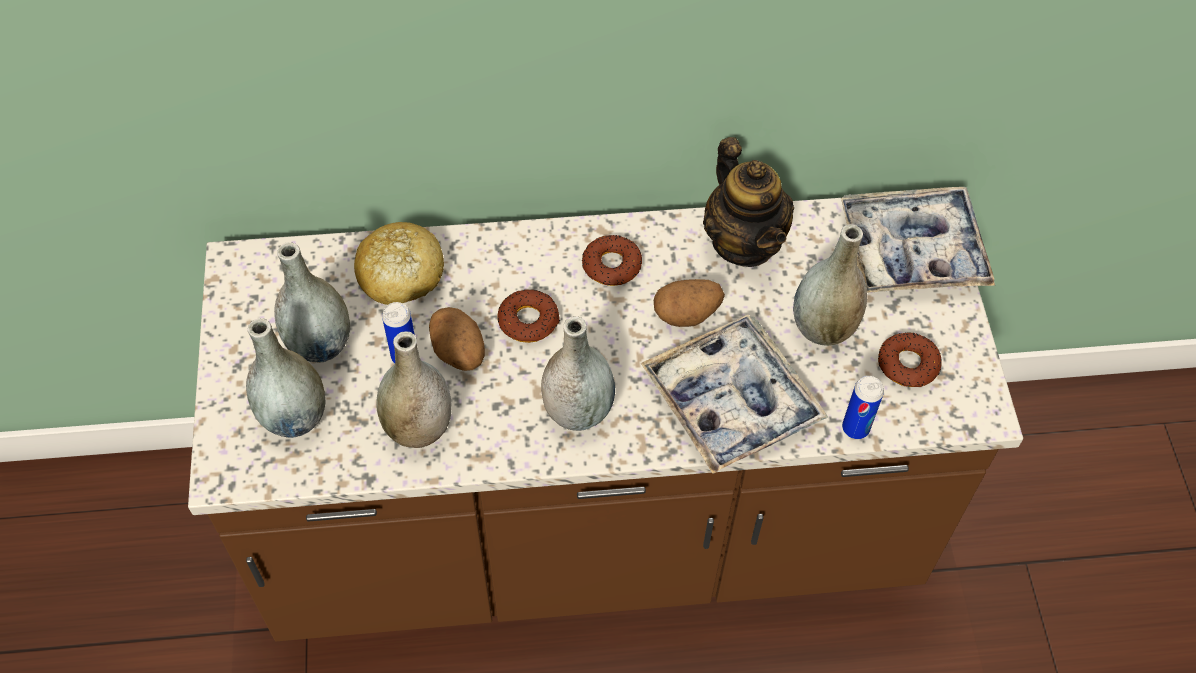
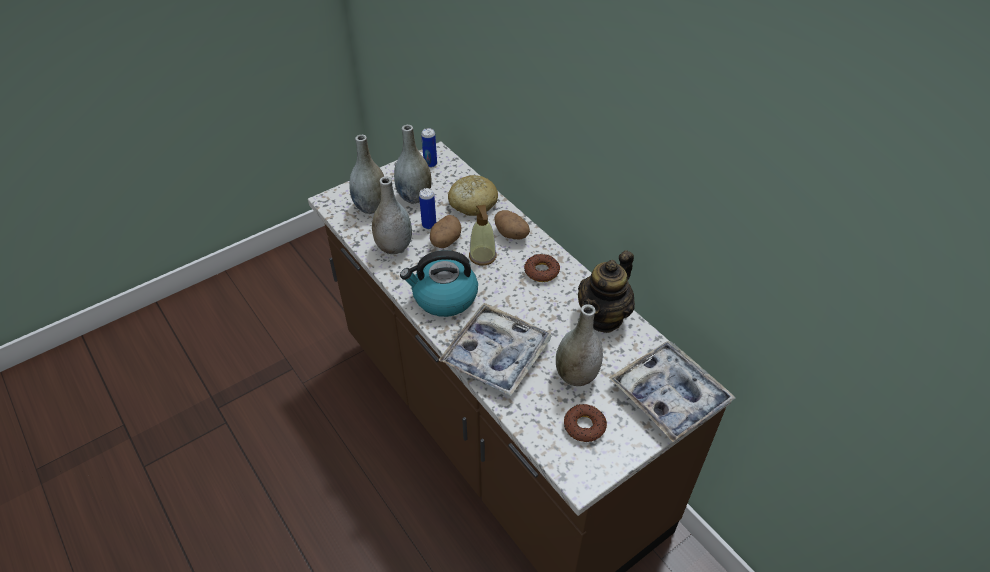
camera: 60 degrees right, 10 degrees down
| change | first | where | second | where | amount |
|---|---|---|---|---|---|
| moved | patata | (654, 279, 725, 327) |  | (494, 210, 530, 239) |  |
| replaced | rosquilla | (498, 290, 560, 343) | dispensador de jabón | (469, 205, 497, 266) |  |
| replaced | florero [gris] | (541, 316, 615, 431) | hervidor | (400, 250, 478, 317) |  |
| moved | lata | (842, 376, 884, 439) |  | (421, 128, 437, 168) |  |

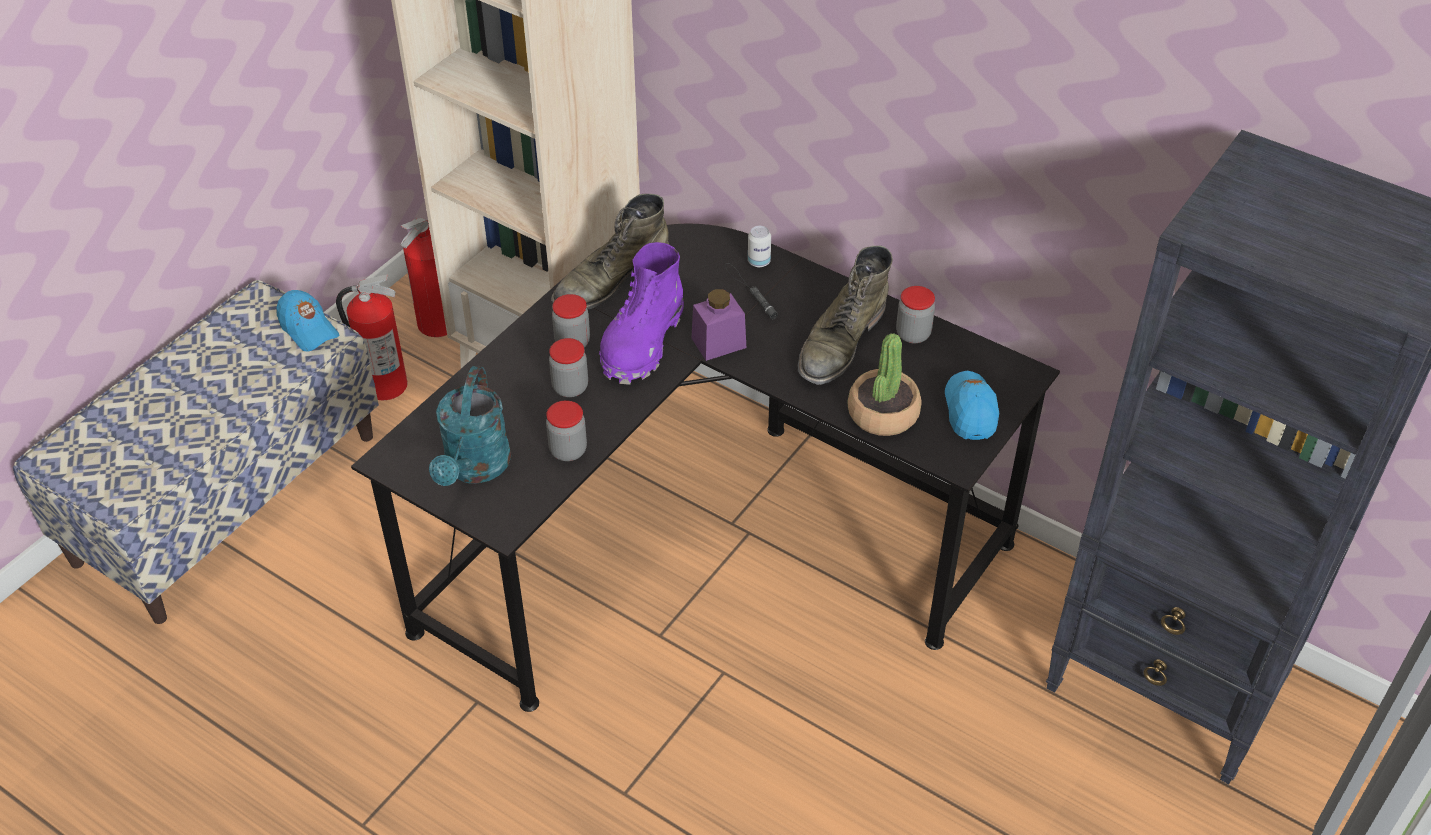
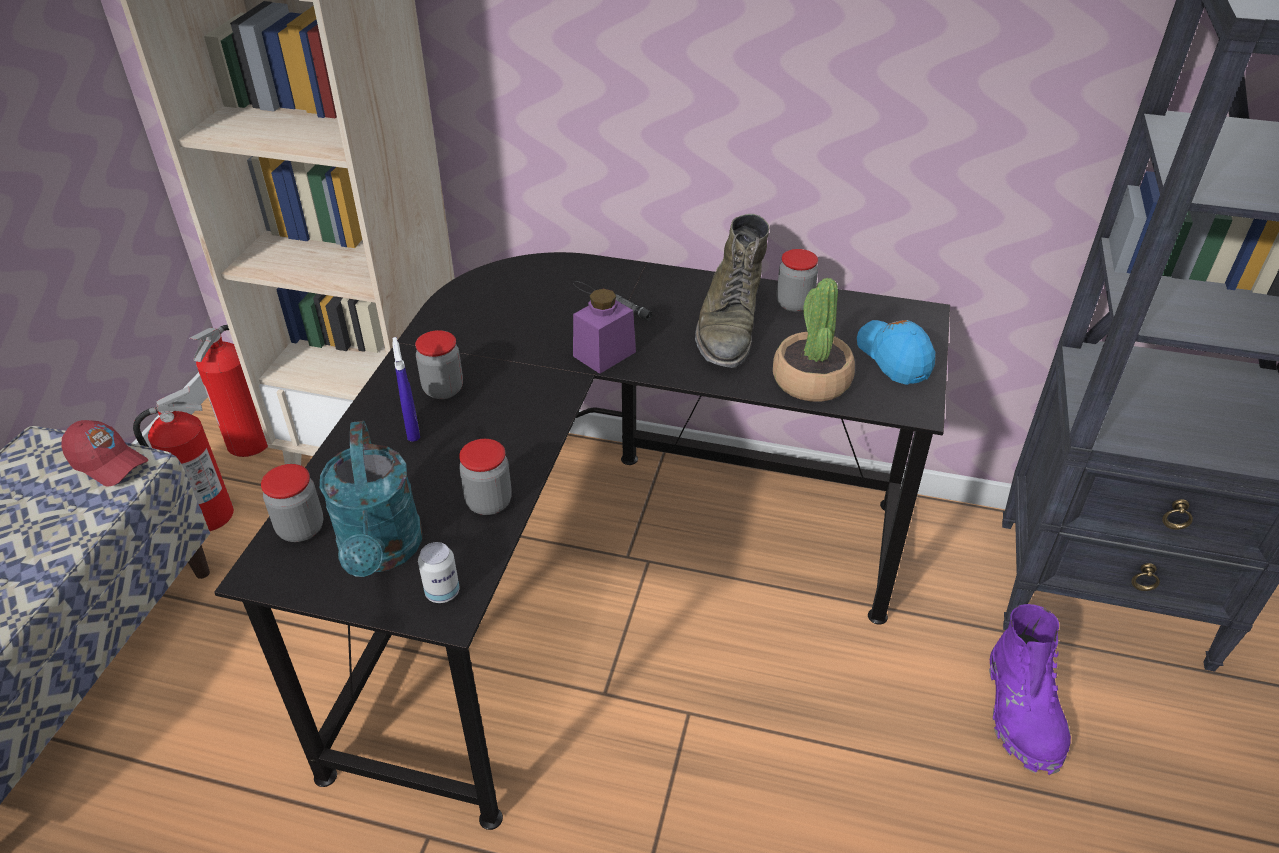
camera: 20 degrees left, 5 degrees down
| change | first | where | second | where | amount |
|---|---|---|---|---|---|
| removed | bota [verde] | (551, 194, 669, 309) |  |  |  |
| moved | lata | (748, 226, 771, 267) |  | (418, 542, 460, 603) |  |
| moved | bota [morado] | (599, 242, 684, 384) |  | (989, 604, 1071, 775) |  |
| recoloured | gorra [azul] | (276, 290, 340, 351) | gorra [rojo] | (61, 420, 148, 487) |  |
| moved | tarro | (549, 338, 588, 397) |  | (261, 464, 323, 542) |  |
| added |  |  | pulverizador [azul] | (392, 337, 420, 442) |  |

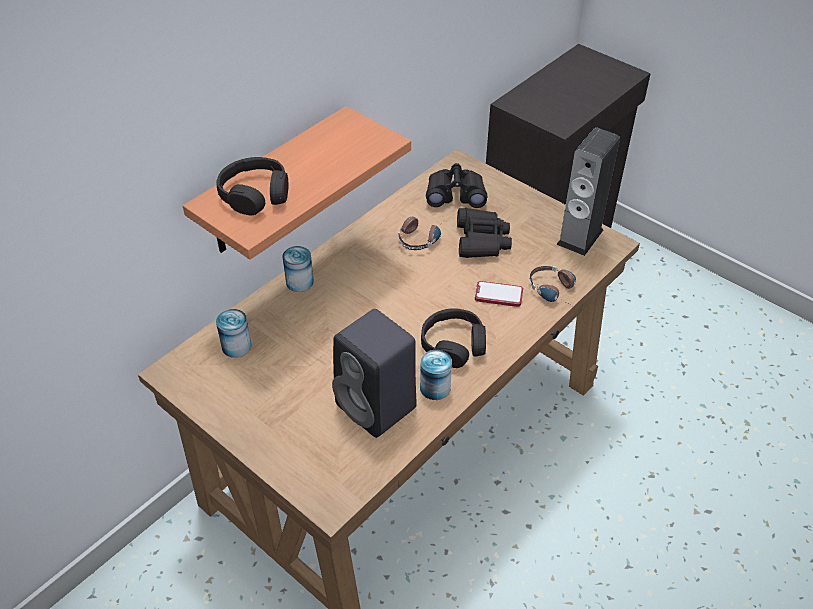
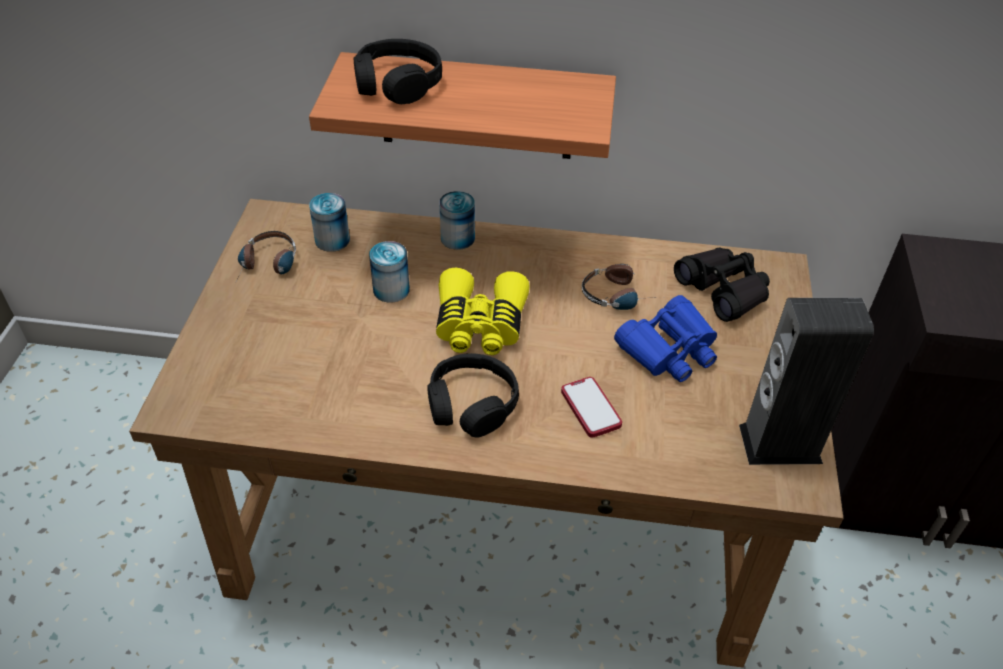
camera: 55 degrees right, 0 degrees up
| change | first | where | second | where | amount |
|---|---|---|---|---|---|
| recoloured | prismáticos [negro] | (457, 208, 512, 258) | prismáticos [azul] | (614, 295, 717, 382) |  |
| moved | auriculares | (529, 266, 576, 306) |  | (238, 231, 296, 275) |  |
| removed | altavoz [negro] | (332, 309, 417, 438) |  |  |  |
| moved | lata | (420, 350, 452, 400) |  | (369, 241, 410, 303) |  |
| added |  |  | prismáticos [amarillo] | (436, 267, 530, 355) |  |

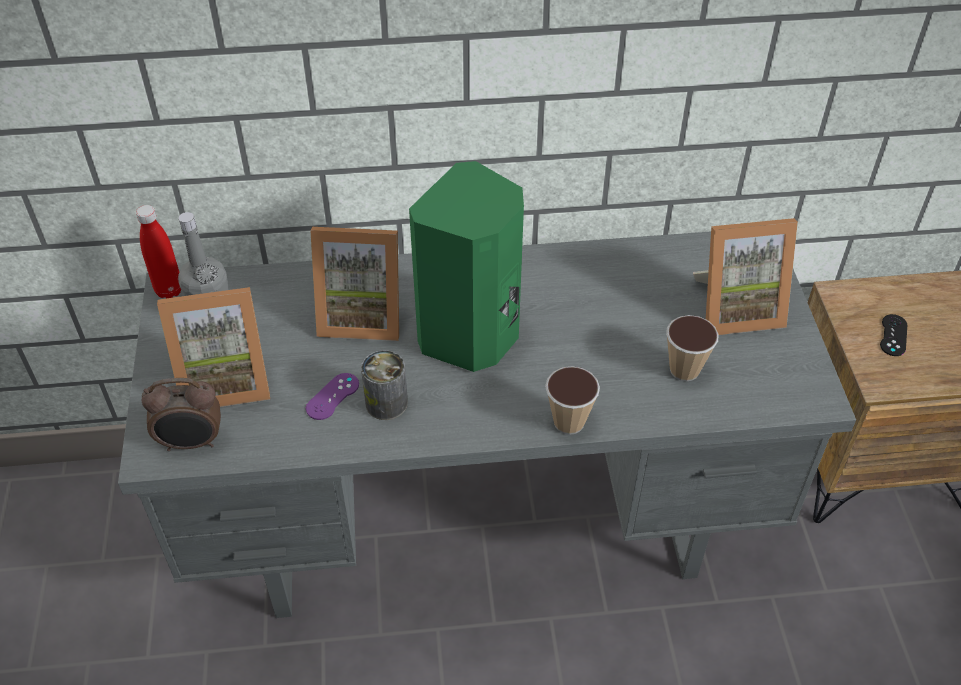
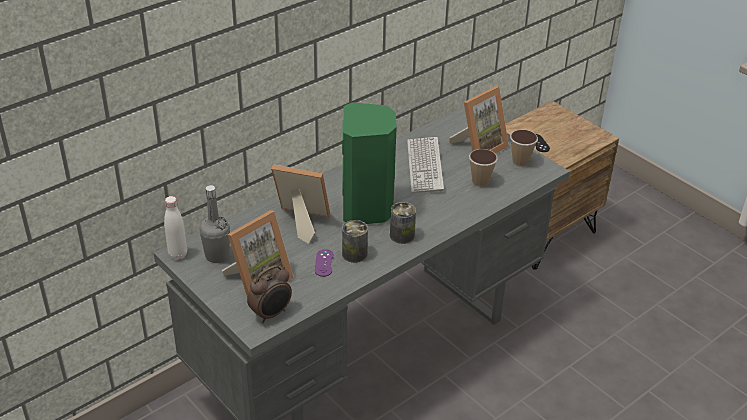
camera: 35 degrees left, 10 degrees down
| change | first | where | second | where | amount |
|---|---|---|---|---|---|
| recoloured | botella [rojo] | (136, 205, 181, 298) | botella [blanco] | (164, 196, 187, 260) |  |
| turned | portarretratos | (310, 227, 399, 341) |  | (271, 164, 330, 244) | 135 degrees counterclockwise |
| moved | taza | (545, 366, 600, 435) |  | (510, 130, 538, 166) |  |
| added |  |  | teclado | (407, 137, 444, 193) |  |
| added |  |  | lata | (390, 202, 416, 244) |  |

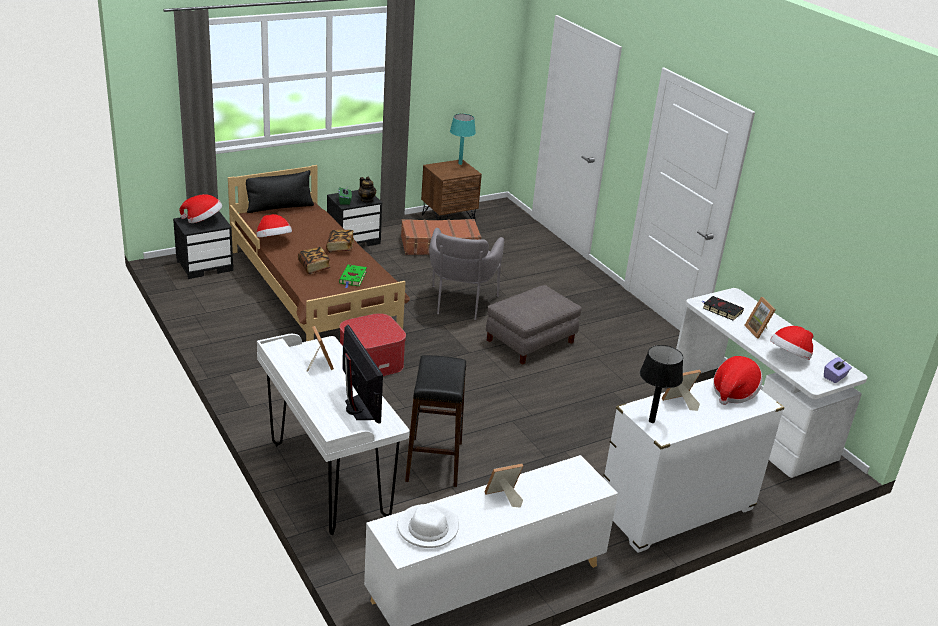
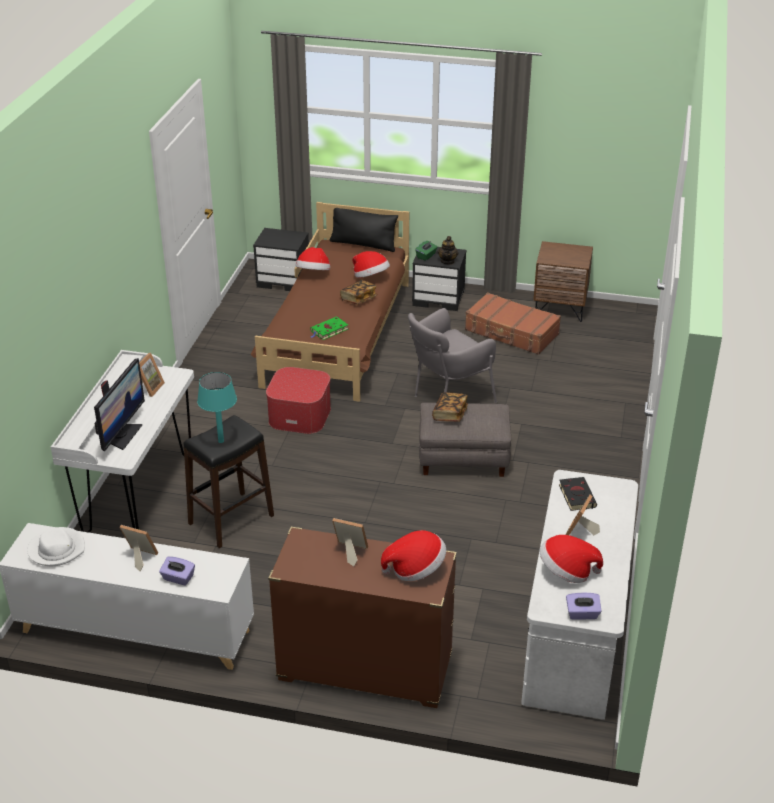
camera: 45 degrees right, 5 degrees up
| change | first | where | second | where | amount |
|---|---|---|---|---|---|
| moved | lámpara de mesa [turquesa] | (450, 114, 476, 165) |  | (197, 372, 237, 443) |  |
| moved | sombrero | (179, 194, 222, 223) |  | (352, 251, 390, 278) |  |
| moved | libro | (298, 247, 331, 274) |  | (432, 392, 468, 422) |  |
| removed | lámpara de mesa [negro] | (640, 345, 683, 423) |  |  |  |
| recoloured | cómoda [blanco] | (603, 378, 785, 553) | cómoda [marrón] | (268, 527, 457, 708) |  |
| added |  |  | caja de pañuelos [morado] | (159, 557, 195, 586) |  |

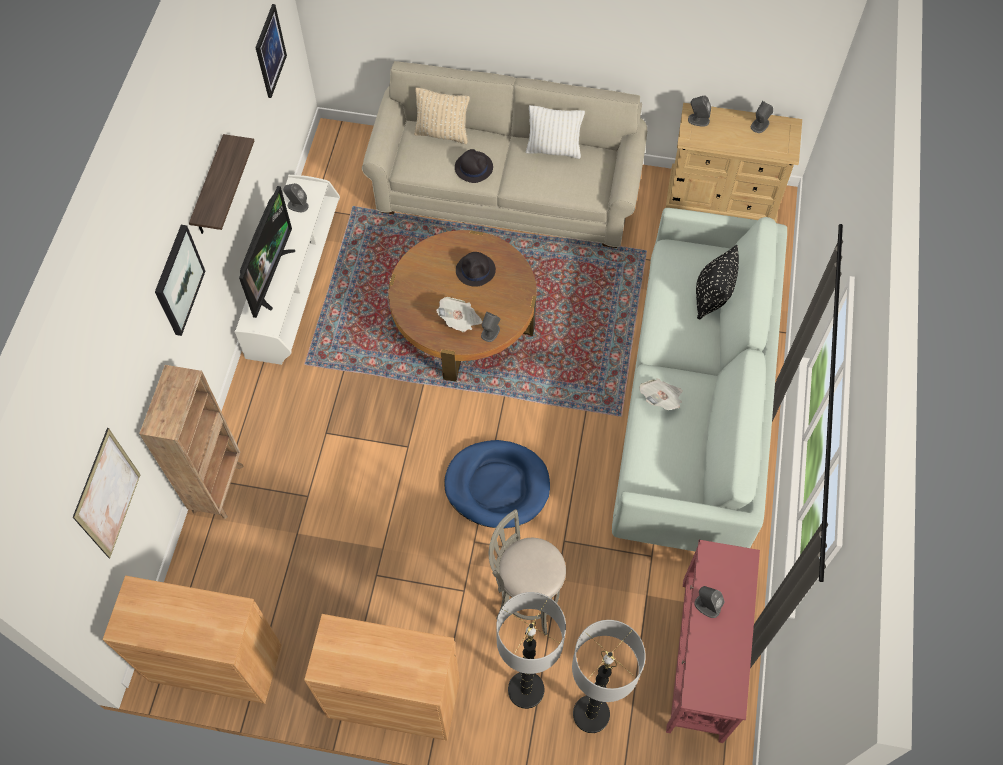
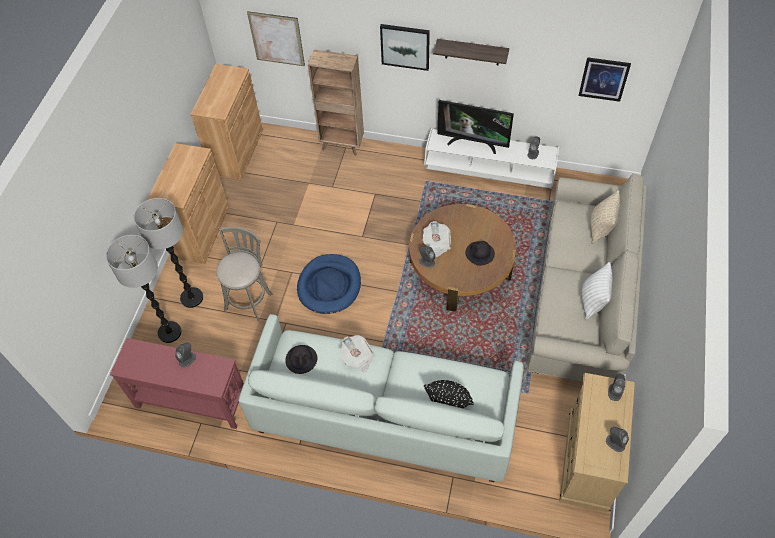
camera: 95 degrees right, 5 degrees down
| change | first | where | second | where | amount |
|---|---|---|---|---|---|
| moved | sombrero [negro] | (455, 149, 493, 183) |  | (285, 345, 317, 374) |  |

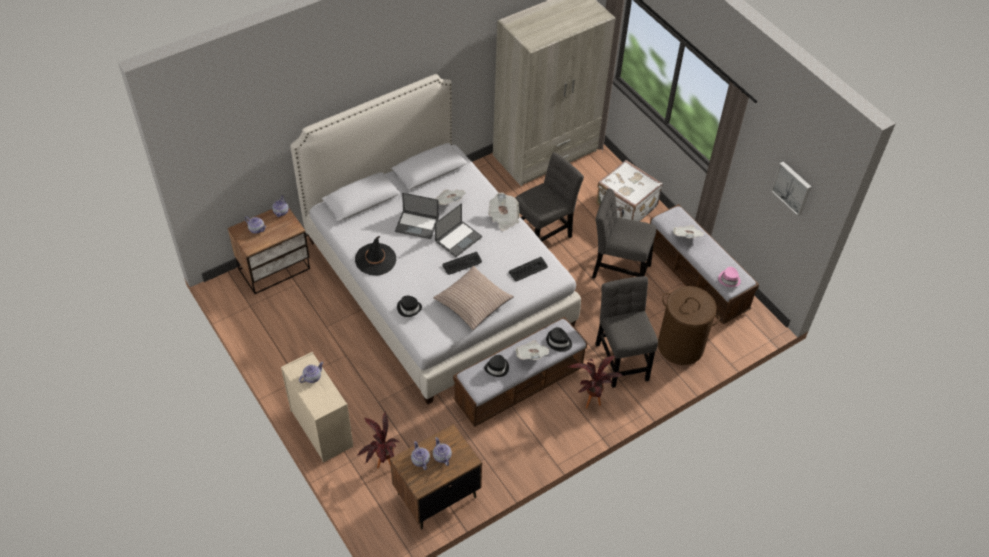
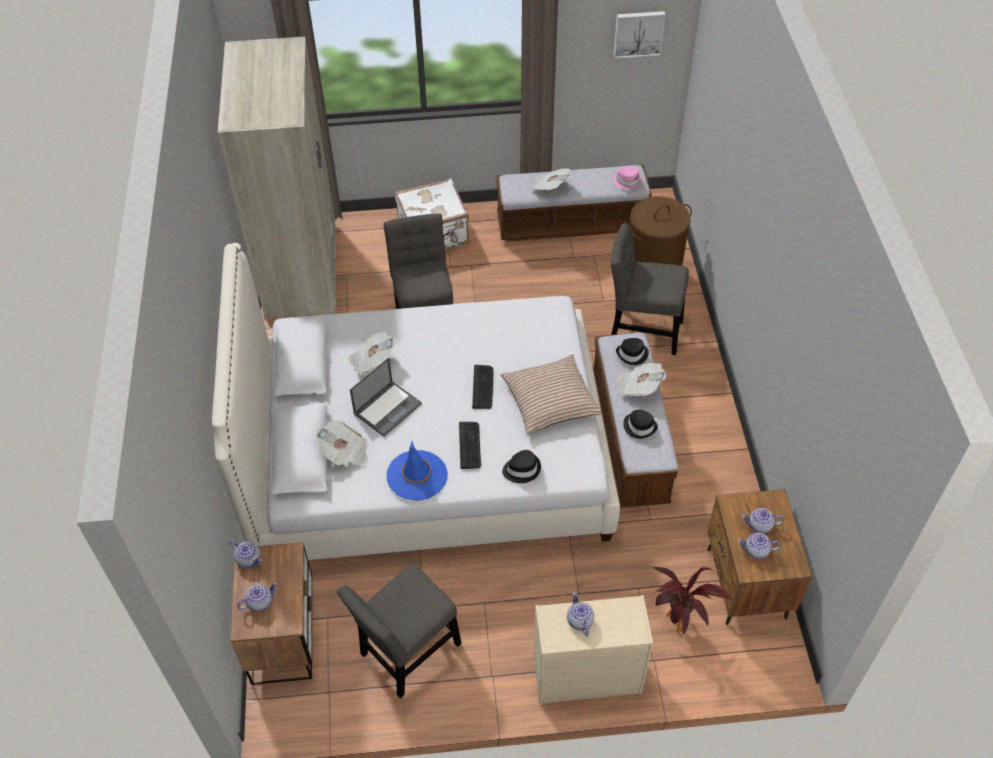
camera: 60 degrees left, 0 degrees up
| change | first | where | second | where | amount |
|---|---|---|---|---|---|
| moved | silla [gris] | (592, 189, 656, 278) |  | (337, 564, 462, 698) |  |
| moved | periódico | (488, 192, 520, 231) |  | (316, 421, 367, 467) |  |
| removed | portátil | (435, 203, 482, 257) |  |  |  |
| recoloured | sombrero [negro] | (355, 236, 396, 275) | sombrero [azul] | (387, 441, 448, 501) |  |
| moved | teclado | (509, 257, 548, 281) |  | (459, 422, 481, 469) |  |
| removed | planta en maceta | (567, 356, 623, 408) |  |  |  |

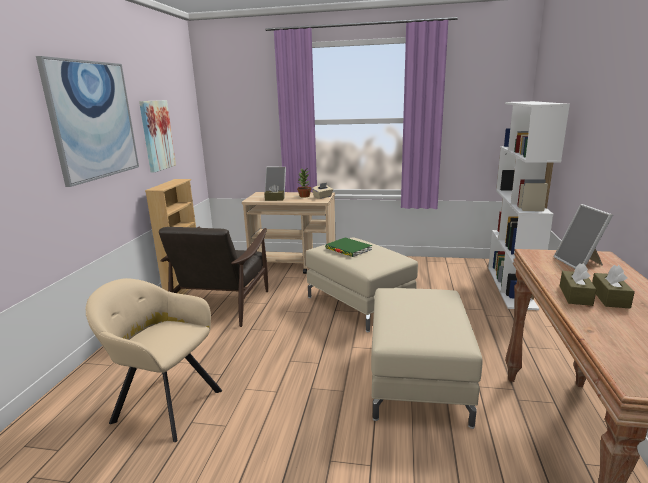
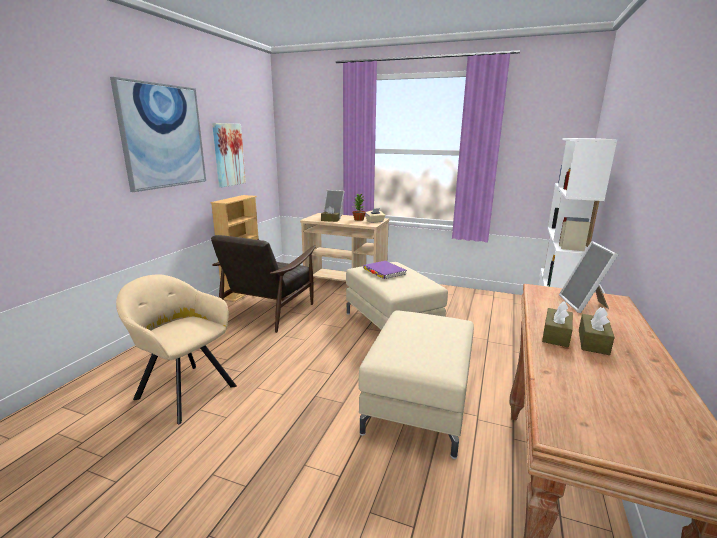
camera: 10 degrees right, 0 degrees up
| change | first | where | second | where | amount |
|---|---|---|---|---|---|
| recoloured | libro [verde] | (325, 238, 372, 257) | libro [morado] | (363, 261, 407, 279) |  |

